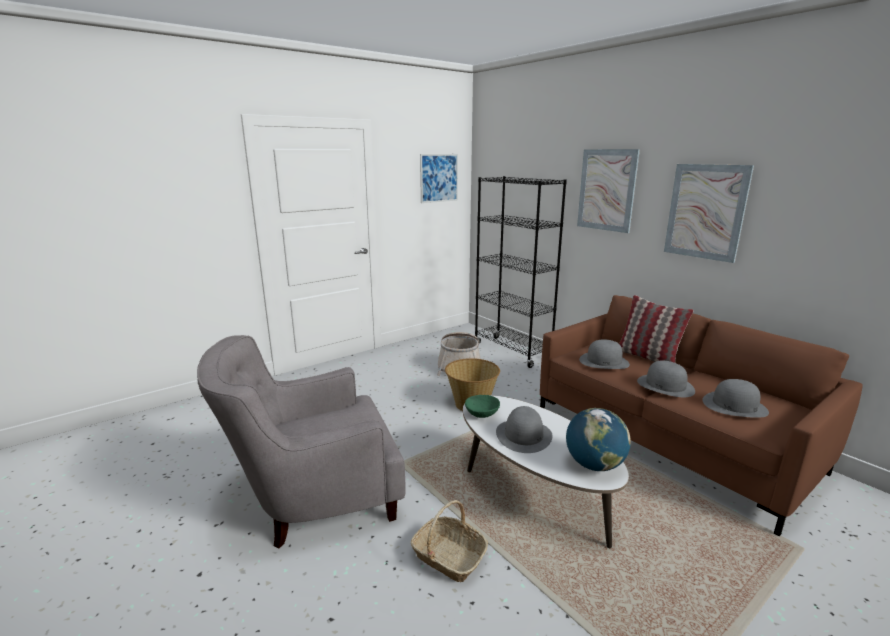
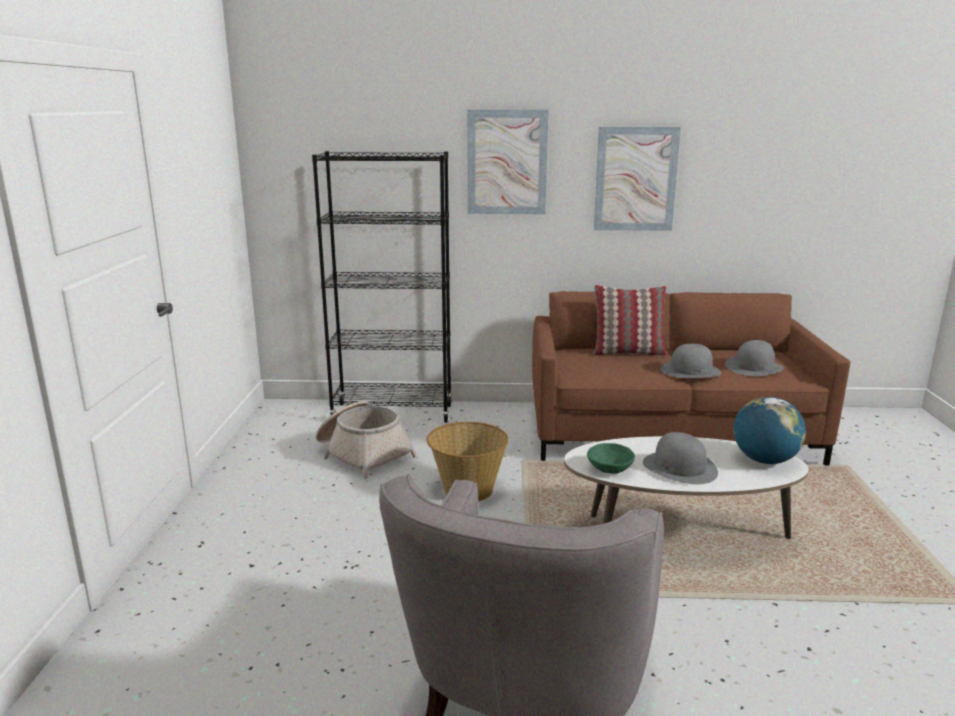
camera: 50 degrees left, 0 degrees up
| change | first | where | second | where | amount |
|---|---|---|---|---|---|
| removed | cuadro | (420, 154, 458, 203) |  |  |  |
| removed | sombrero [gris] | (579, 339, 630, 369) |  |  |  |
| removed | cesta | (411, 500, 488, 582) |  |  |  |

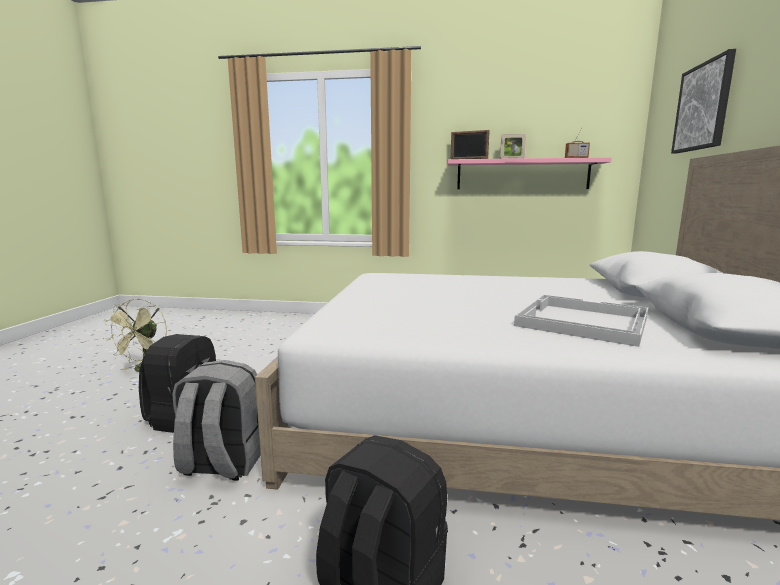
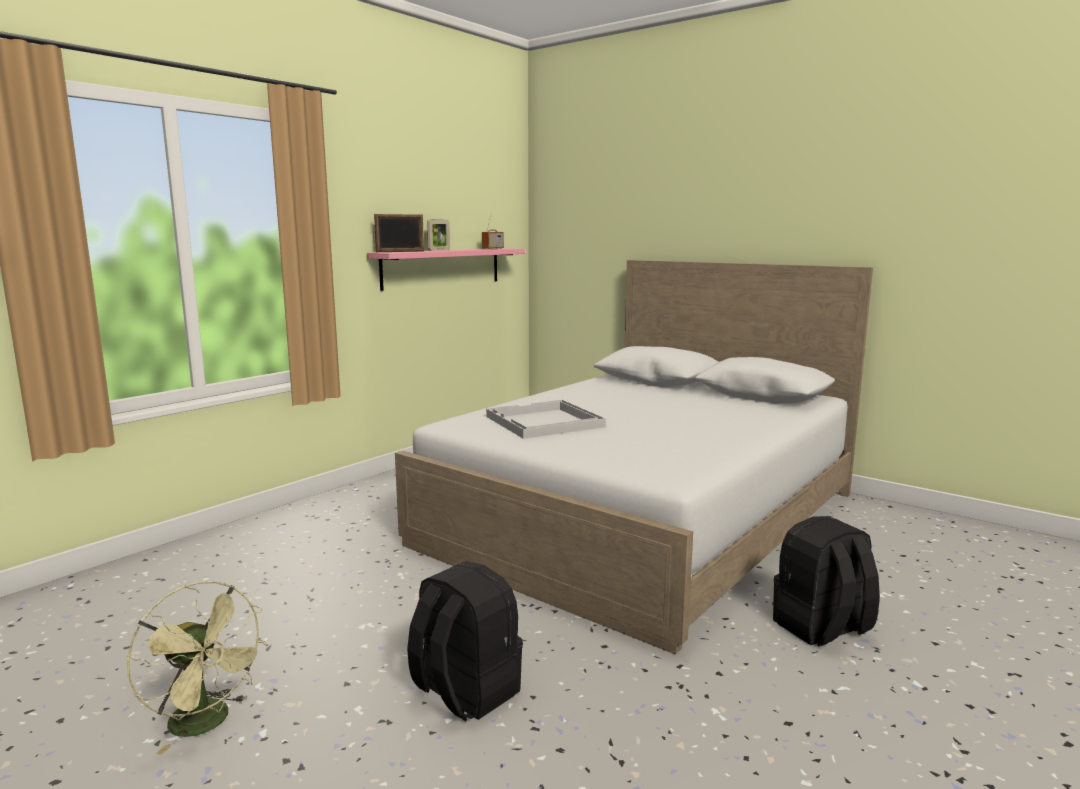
camera: 60 degrees left, 0 degrees up
| change | first | where | second | where | amount |
|---|---|---|---|---|---|
| removed | cuadro | (671, 49, 736, 154) |  |  |  |
| moved | bandeja [blanco] | (514, 295, 648, 347) |  | (486, 400, 606, 439) |  |
| removed | mochila [gris] | (172, 360, 261, 481) |  |  |  |

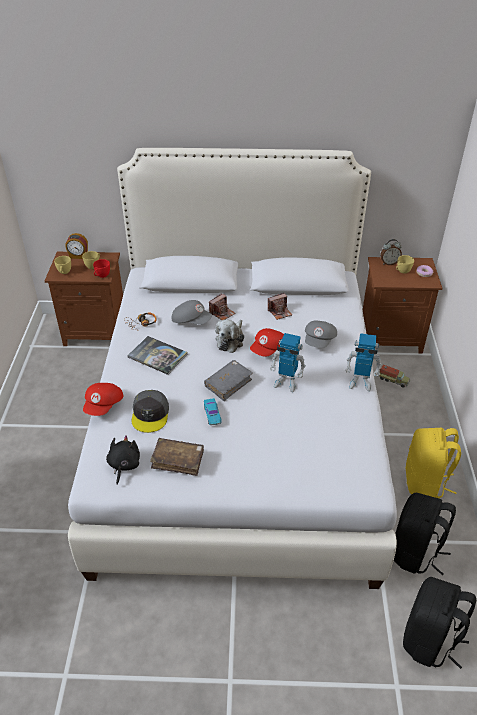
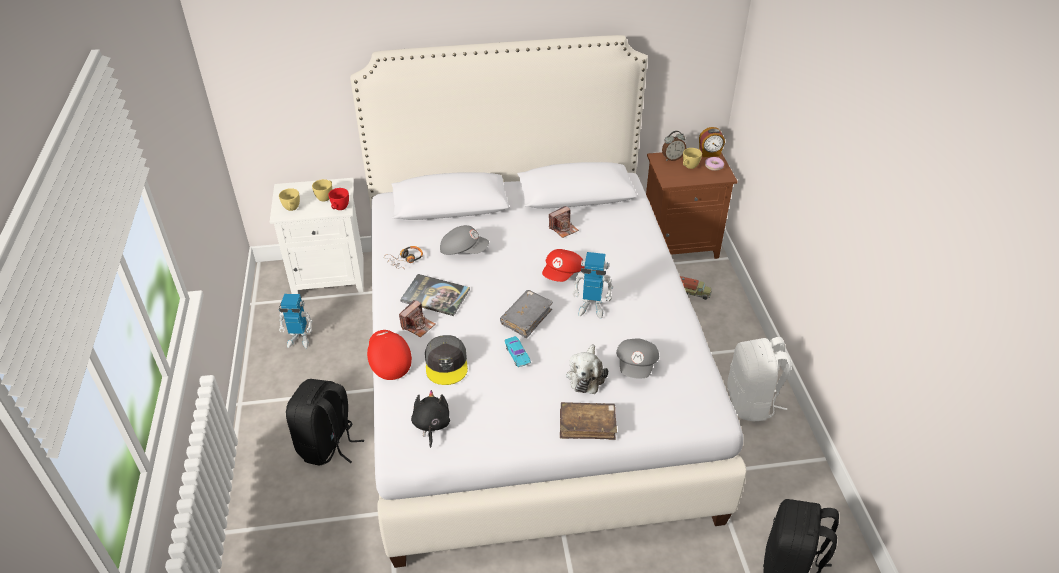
camera: 10 degrees left, 0 degrees up
| change | first | where | second | where | amount |
|---|---|---|---|---|---|
| moved | despertador | (65, 233, 88, 259) |  | (699, 127, 725, 157) |  |
| recoloured | mesita de noche [marrón] | (45, 252, 123, 346) | mesita de noche [blanco] | (270, 178, 364, 294) |  |
| moved | cámara | (209, 293, 235, 320) |  | (399, 300, 436, 337) |  |
| moved | peluche | (215, 319, 244, 353) |  | (566, 344, 608, 394) |  |
| moved | gorra [gris] | (305, 321, 337, 348) |  | (616, 338, 659, 379) |  |
| moved | robot de juguete | (345, 333, 381, 392) |  | (279, 294, 313, 348) |  |
| turned | gorra [rojo] | (83, 383, 123, 416) |  | (367, 330, 412, 380) | 150 degrees clockwise |
| recoloured | mochila [amarillo] | (405, 428, 461, 499) | mochila [blanco] | (727, 337, 792, 421) |  |
| moved | libro [marrón] | (150, 438, 204, 476) |  | (560, 402, 617, 440) |  |
| moved | mochila [negro] | (394, 493, 456, 575) |  | (286, 379, 364, 465) |  |

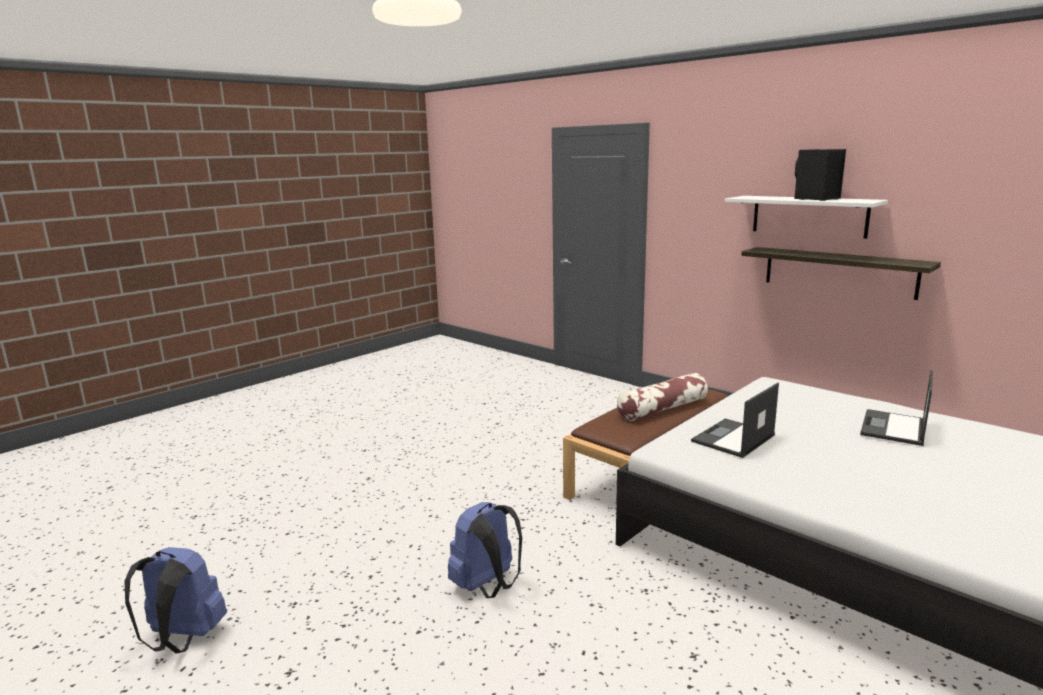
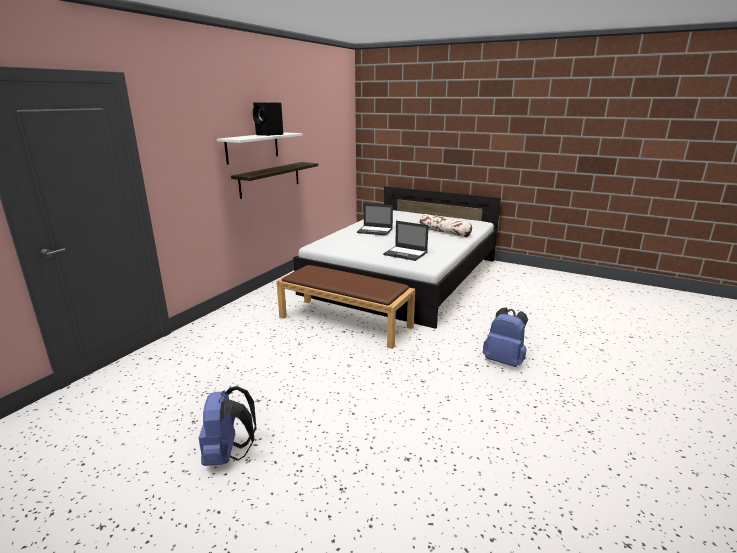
camera: 105 degrees left, 5 degrees up
| change | first | where | second | where | amount |
|---|---|---|---|---|---|
| moved | cojín | (617, 373, 708, 421) |  | (419, 214, 472, 238) |  |
| moved | mochila [azul] | (124, 547, 227, 653) |  | (199, 386, 256, 466) |  |

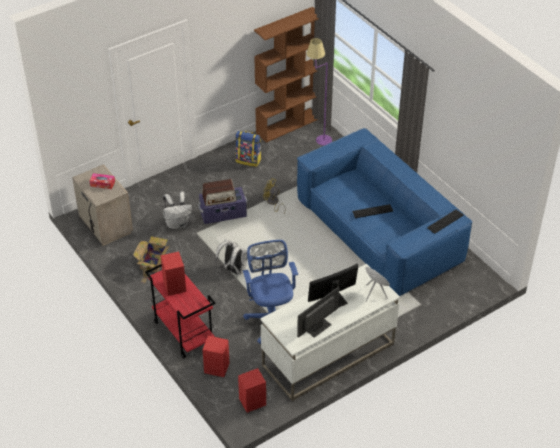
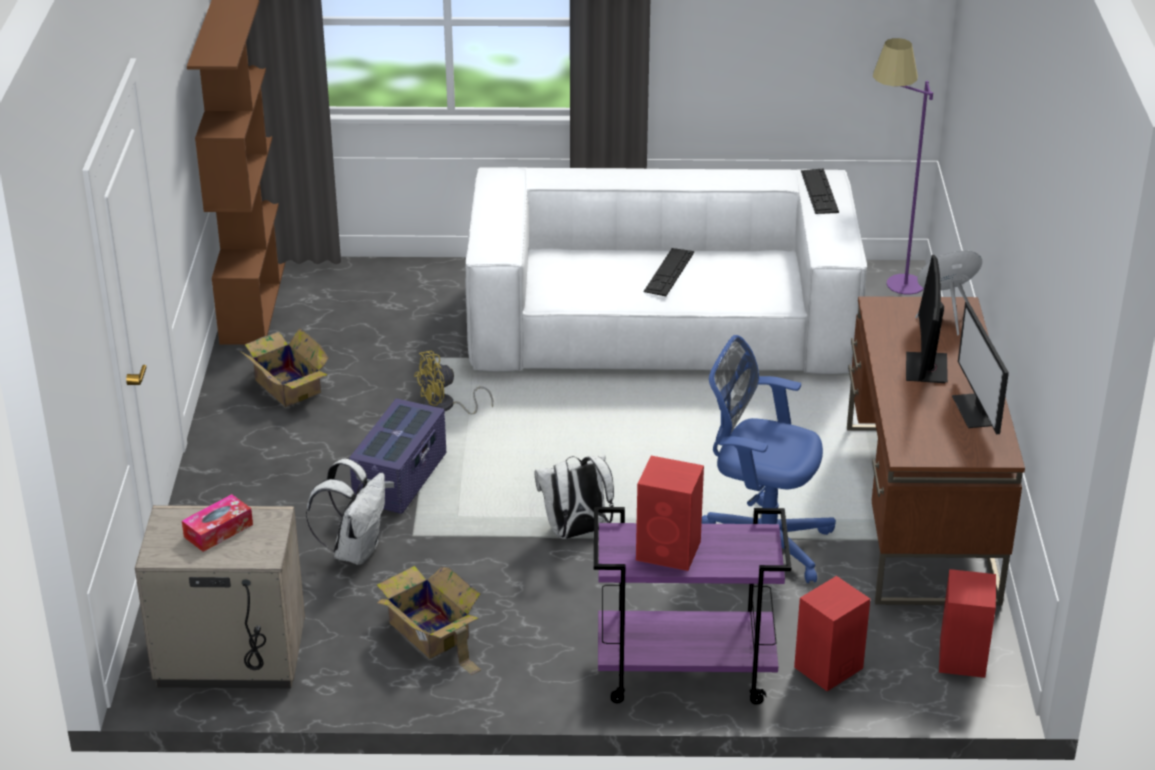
camera: 55 degrees left, 10 degrees down
| change | first | where | second | where | amount |
|---|---|---|---|---|---|
| moved | lámpara de pie [morado] | (306, 38, 332, 146) |  | (873, 38, 933, 294) |  |
| recoloured | sofá [azul] | (297, 128, 472, 296) | sofá [blanco] | (466, 167, 867, 374) |  |
| replaced | mochila | (235, 131, 262, 167) | caja de cartón | (240, 328, 328, 407) |  |
| removed | radio | (202, 179, 237, 206) |  |  |  |
| recoloured | carrito [rojo] | (145, 264, 215, 359) | carrito [morado] | (594, 507, 791, 705) |  |
| recoloured | escritorio [blanco] | (260, 264, 400, 401) | escritorio [marrón] | (847, 296, 1025, 606) |  |

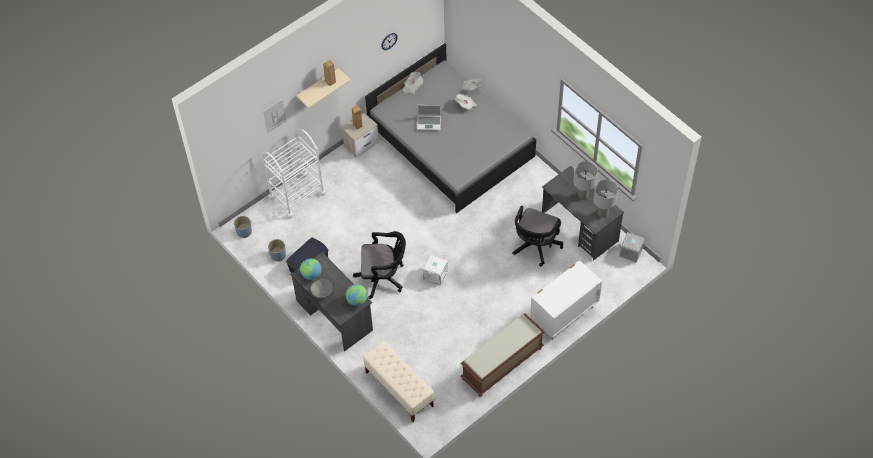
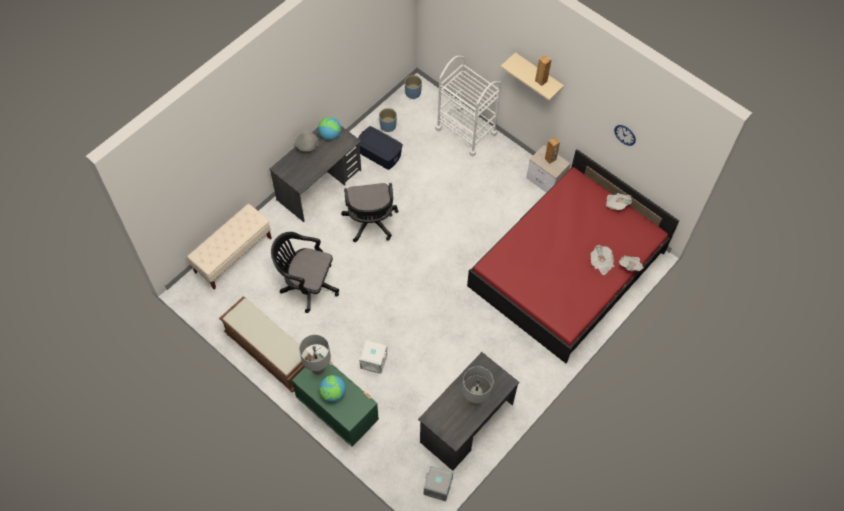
camera: 80 degrees right, 5 degrees up
| change | first | where | second | where | amount |
|---|---|---|---|---|---|
| recoloured | cama [gris] | (365, 43, 536, 213) | cama [rojo] | (467, 149, 679, 363) |  |
| removed | cuadro | (263, 100, 286, 133) |  |  |  |
| removed | portátil | (417, 105, 441, 130) |  |  |  |
| moved | lámpara de mesa [gris] | (593, 180, 618, 218) |  | (299, 335, 331, 375) |  |
| moved | silla de oficina [negro] | (512, 206, 563, 267) |  | (271, 232, 339, 313) |  |
| moved | caja de almacenaje [blanco] | (423, 255, 448, 286) |  | (359, 340, 387, 374) |  |
| recoloured | cómoda [blanco] | (530, 260, 602, 340) | cómoda [verde] | (292, 353, 379, 447) |  |
| moved | globo terráqueo | (346, 284, 367, 306) |  | (319, 375, 346, 402) |  |

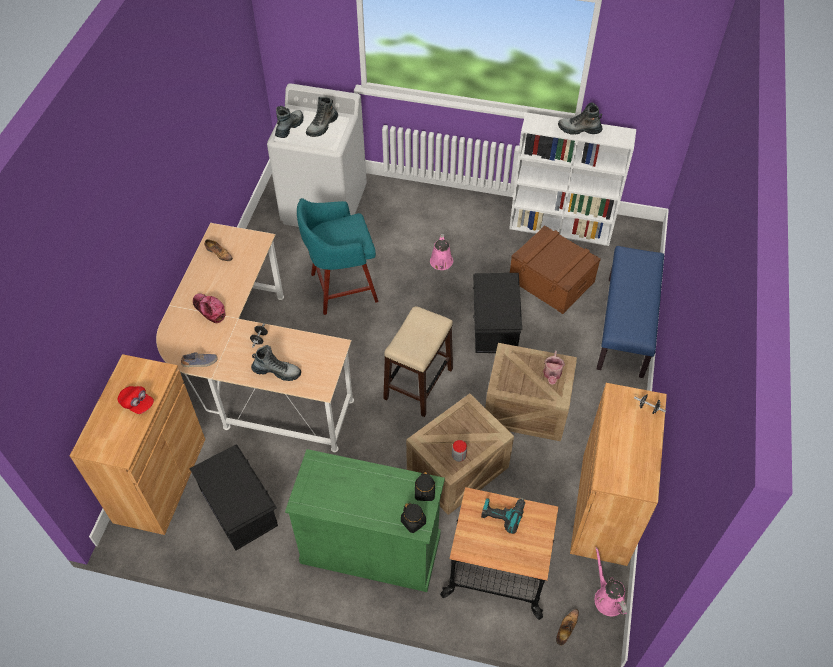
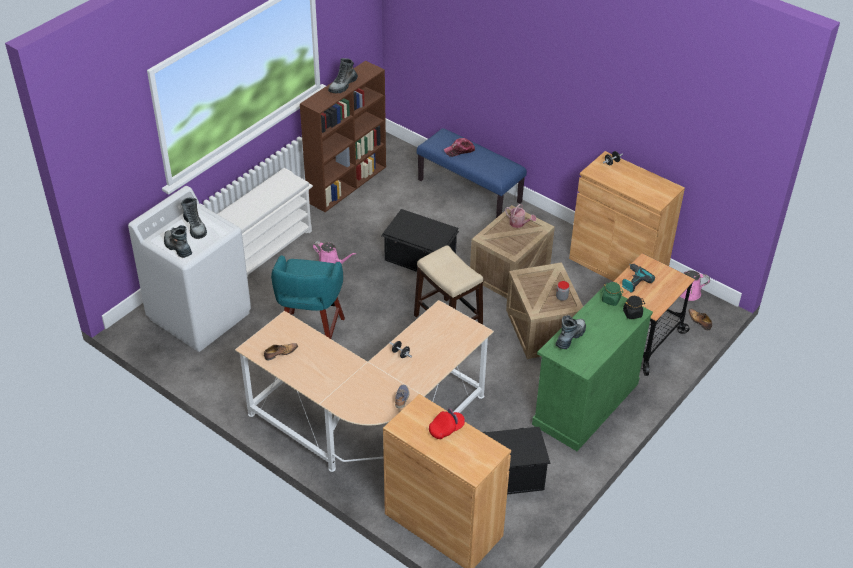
camera: 65 degrees left, 10 degrees down
| change | first | where | second | where | amount |
|---|---|---|---|---|---|
| recoloured | estantería [blanco] | (509, 113, 636, 246) | estantería [marrón] | (300, 61, 386, 212) |  |
| removed | caja de almacenaje [marrón] | (510, 225, 601, 314) |  |  |  |
| moved | gorra | (193, 293, 226, 324) |  | (444, 138, 475, 157) |  |
| moved | bota | (251, 345, 301, 381) |  | (556, 315, 586, 349) |  |
| recoloured | tarro [negro] | (415, 472, 435, 501) | tarro [verde] | (602, 282, 624, 306) |  |
| added |  |  | zapatero [blanco] | (218, 168, 313, 277) |  |

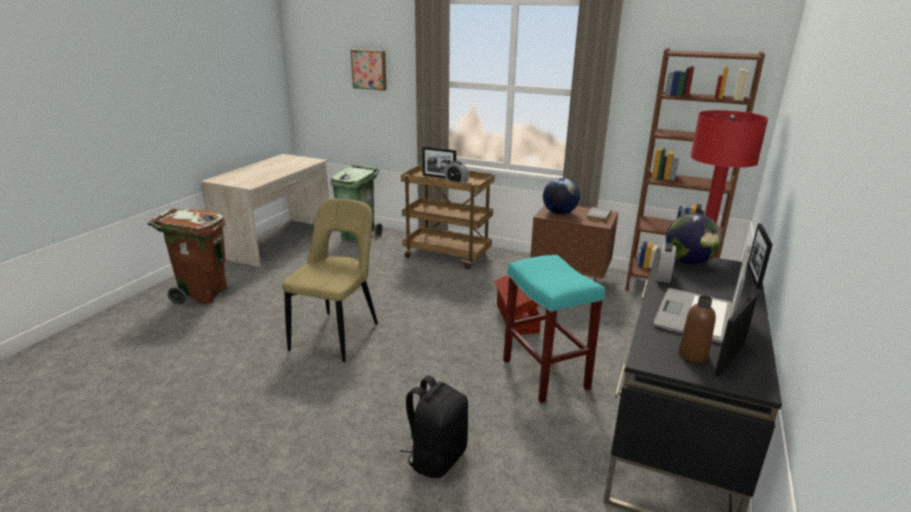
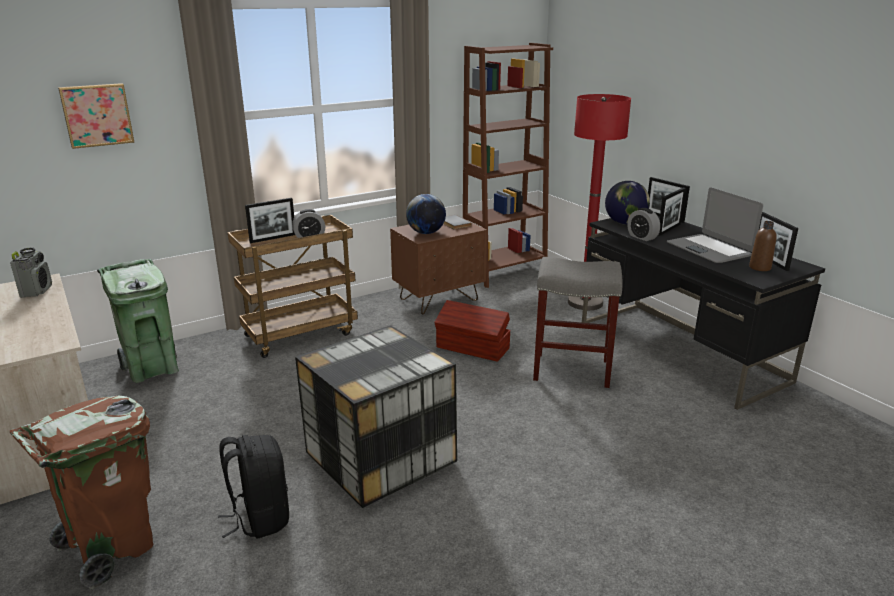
camera: 55 degrees left, 0 degrees up
| change | first | where | second | where | amount |
|---|---|---|---|---|---|
| replaced | silla [beis] | (282, 198, 378, 362) | caja de almacenaje | (295, 325, 457, 508) |  |
| recoloured | taburete [turquesa] | (503, 255, 605, 403) | taburete [gris] | (533, 257, 623, 388) |  |
| moved | mochila [negro] | (400, 375, 468, 478) |  | (218, 435, 289, 538) |  |
| added |  |  | portarretratos | (658, 188, 686, 236) |  |
| added |  |  | radio | (10, 248, 52, 298) |  |

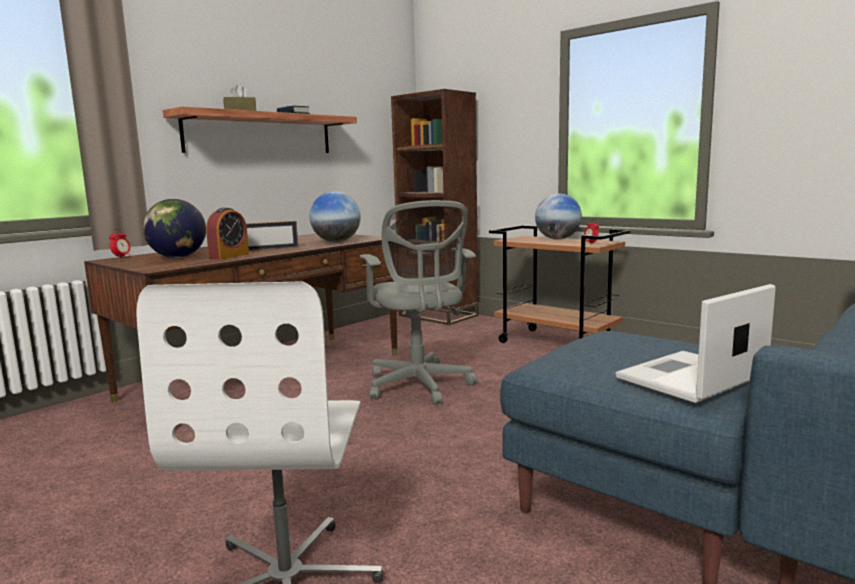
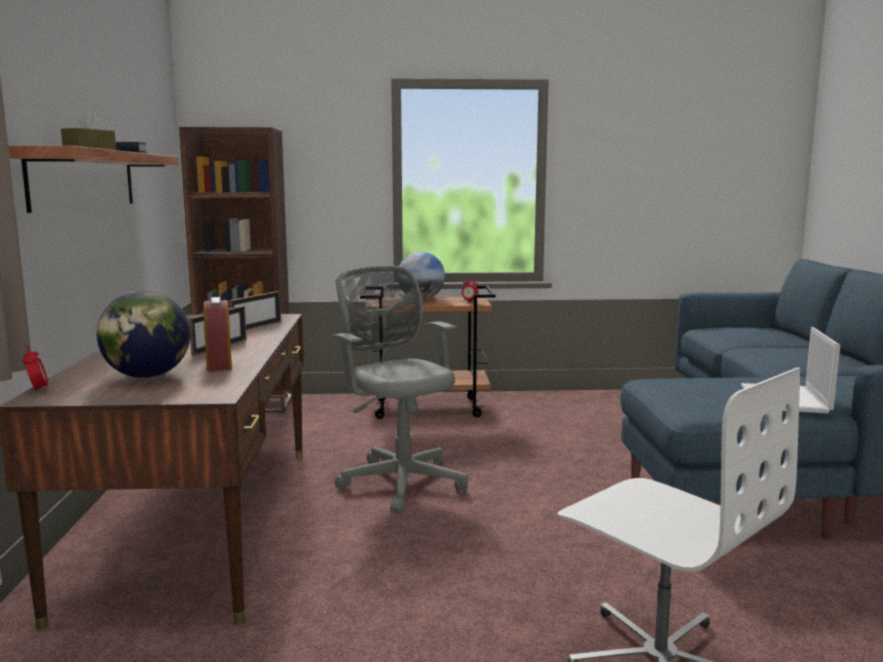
camera: 45 degrees left, 0 degrees up
| change | first | where | second | where | amount |
|---|---|---|---|---|---|
| replaced | globo terráqueo | (309, 191, 361, 242) | portarretratos | (229, 291, 281, 330) |  |
| turned | silla de oficina [gris] | (360, 200, 478, 405) |  | (330, 265, 468, 514) | 150 degrees counterclockwise |

